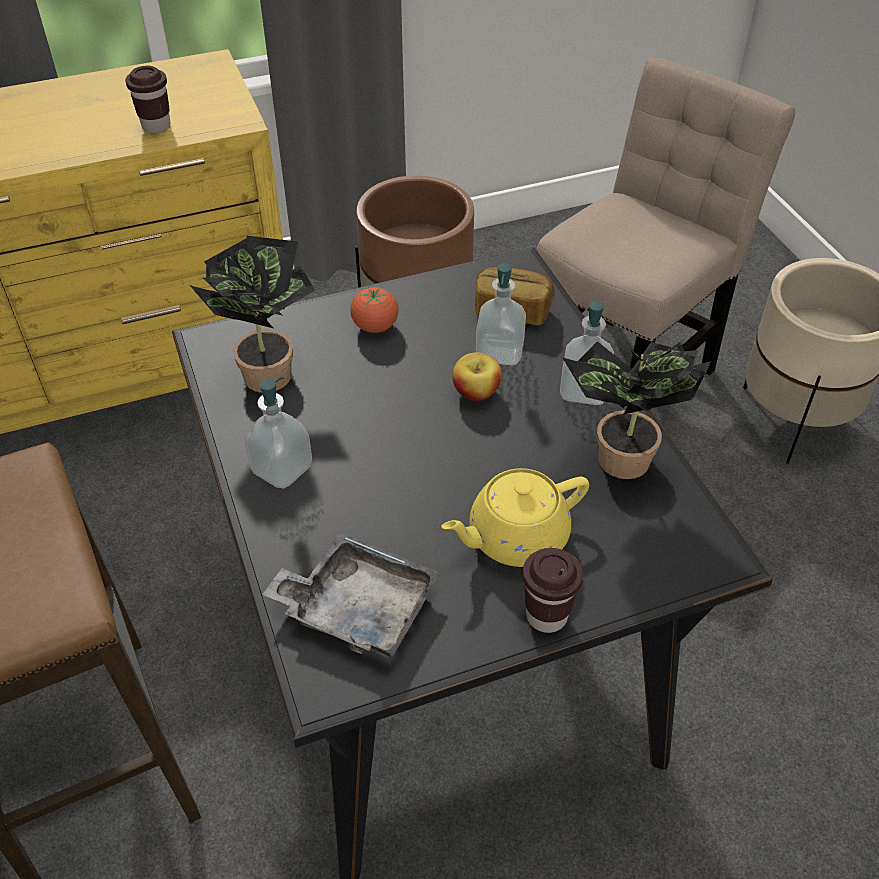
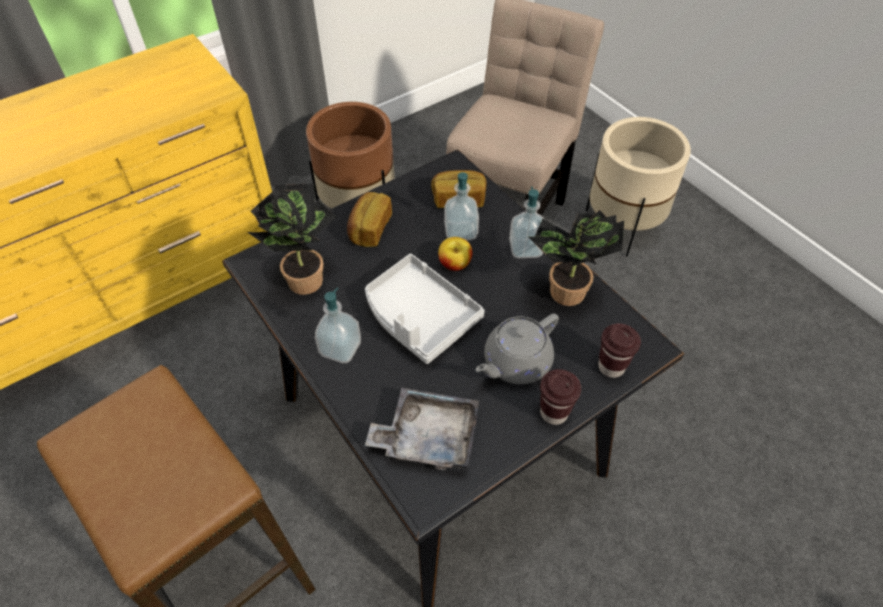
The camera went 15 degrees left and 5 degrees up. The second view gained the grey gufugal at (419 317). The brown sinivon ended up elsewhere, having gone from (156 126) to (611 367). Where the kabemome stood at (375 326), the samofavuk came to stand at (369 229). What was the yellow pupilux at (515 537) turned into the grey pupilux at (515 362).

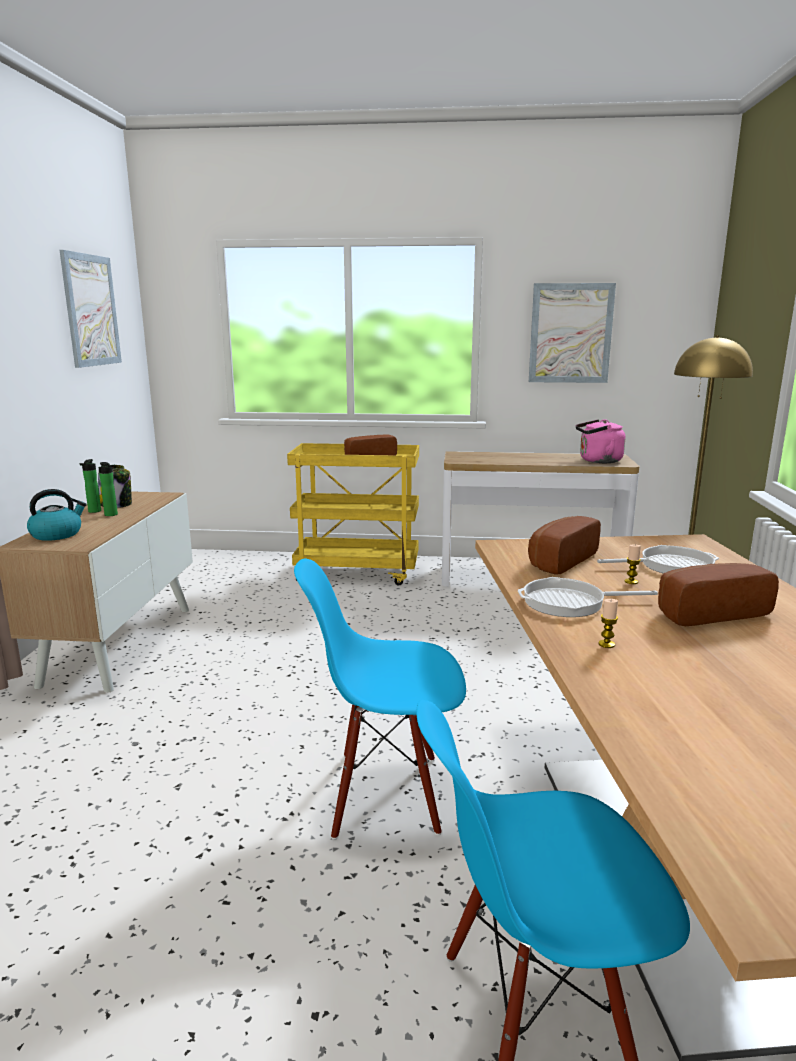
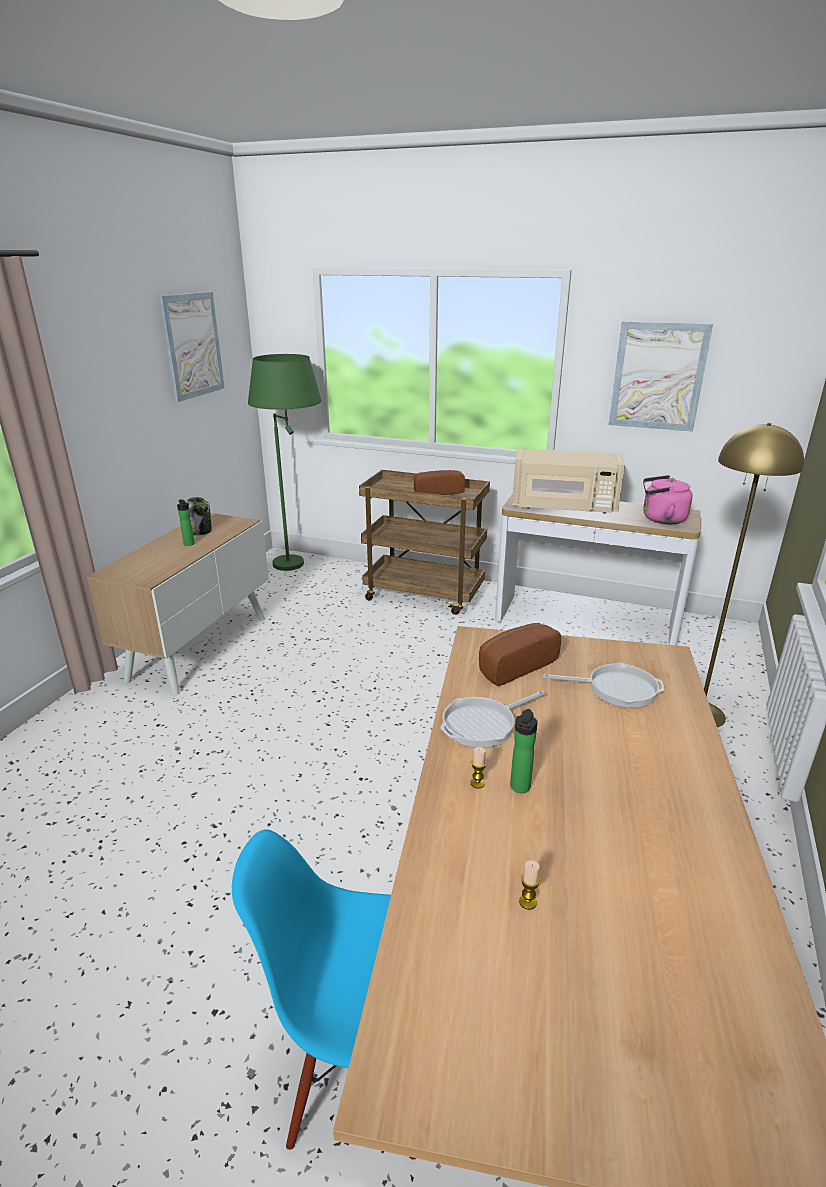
The camera went 15 degrees right and 10 degrees up. The second view lost the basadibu at (57 534). The second view lost the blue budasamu at (386 793). The second view lost the samofavuk at (707 612). The second view gained the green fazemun at (299 569). The second view gained the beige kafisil at (564 507). The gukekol ended up elsewhere, having gone from (93 512) to (519 788). The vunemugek ended up elsewhere, having gone from (631 582) to (528 902). What was the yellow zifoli at (358 572) turned into the brown zifoli at (425 595). The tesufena at (569 603) ended up facing another way, 45 degrees counterclockwise from before.

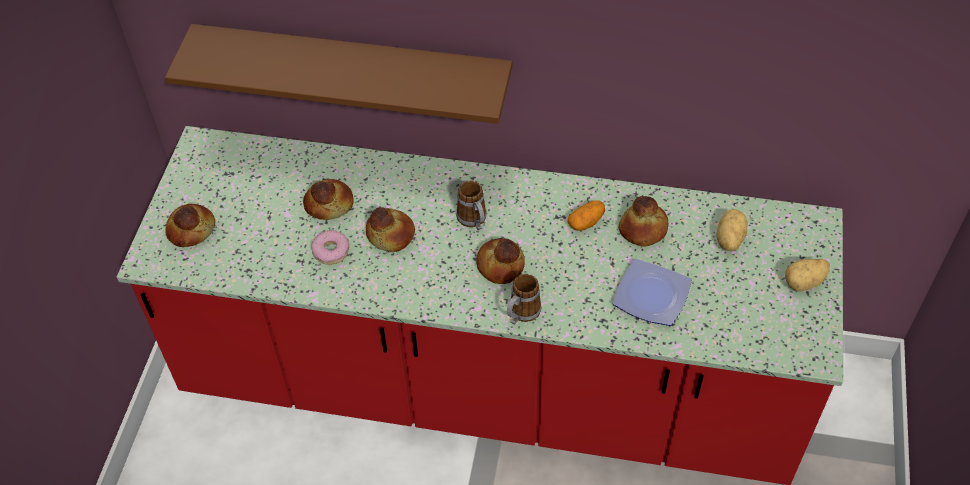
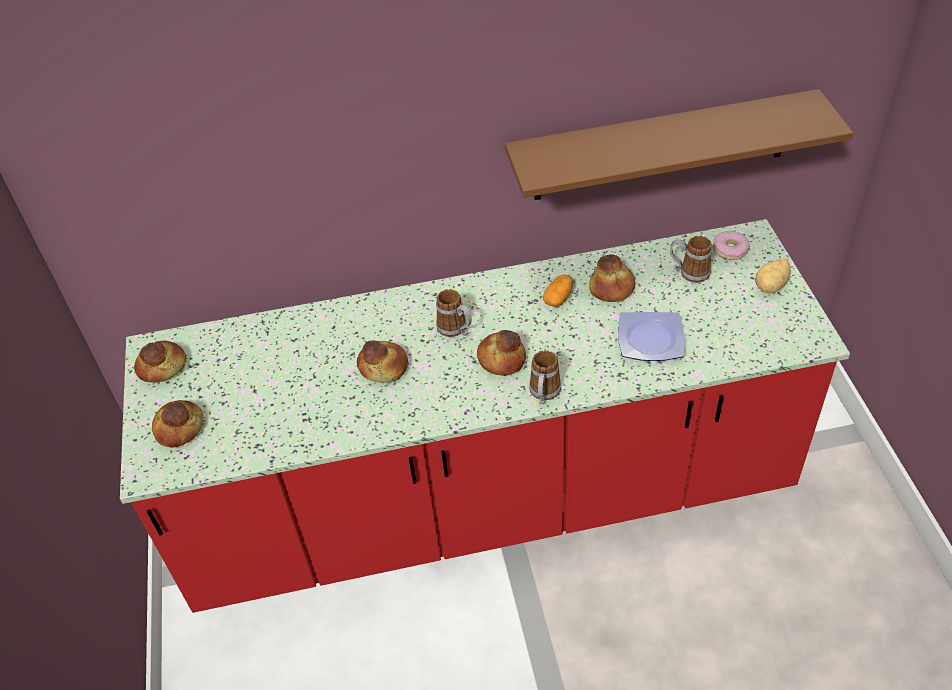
The camera went 20 degrees left and 5 degrees down. The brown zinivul ended up elsewhere, having gone from (353 69) to (661 146). The samofavuk ended up elsewhere, having gone from (329 204) to (162 366). The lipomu ended up elsewhere, having gone from (330 251) to (730 250). Where the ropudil stood at (728 239), the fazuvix came to stand at (688 272).

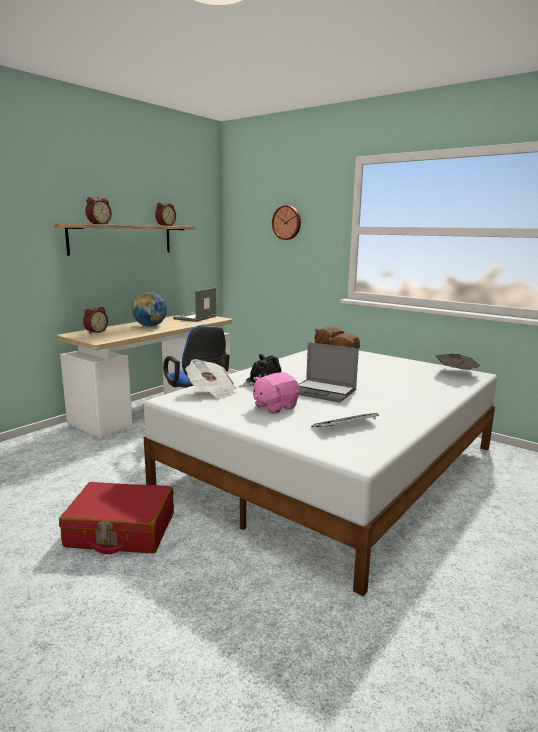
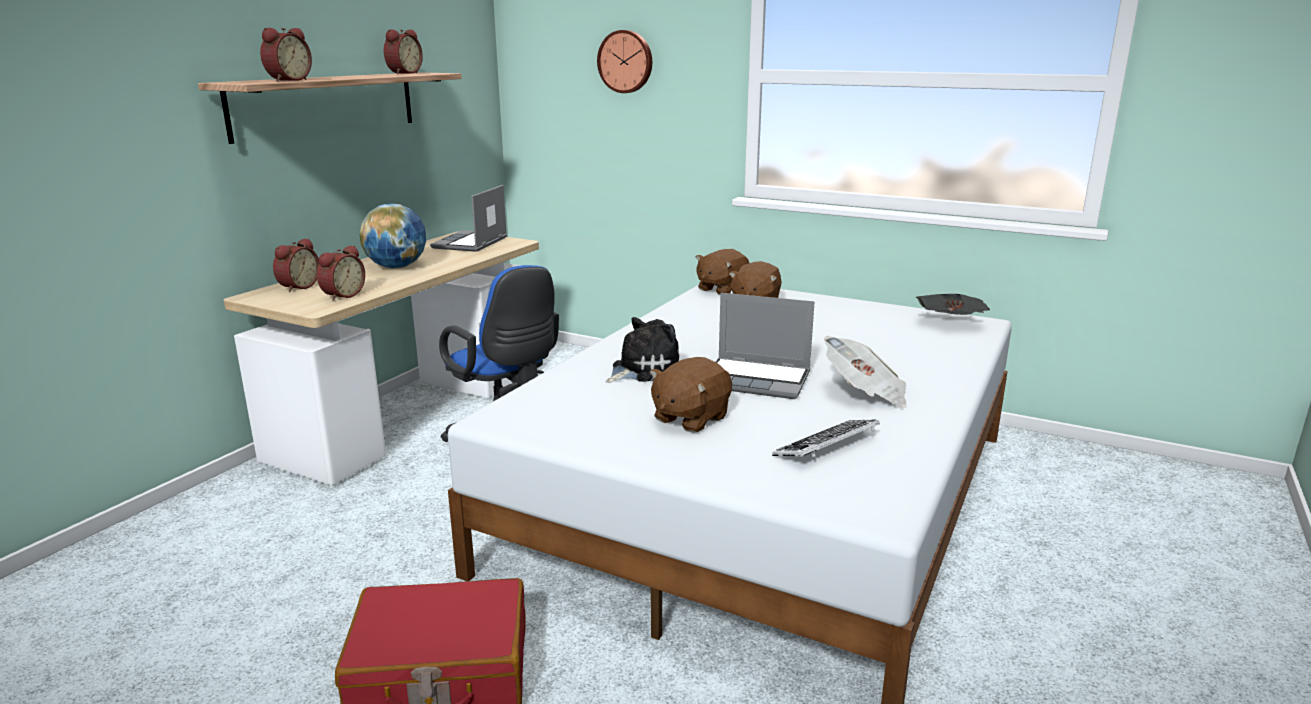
The camera went 10 degrees left and 5 degrees up. The second view gained the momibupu at (342 295). The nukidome ended up elsewhere, having gone from (211 392) to (865 393). What was the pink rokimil at (275 406) turned into the brown rokimil at (690 418).

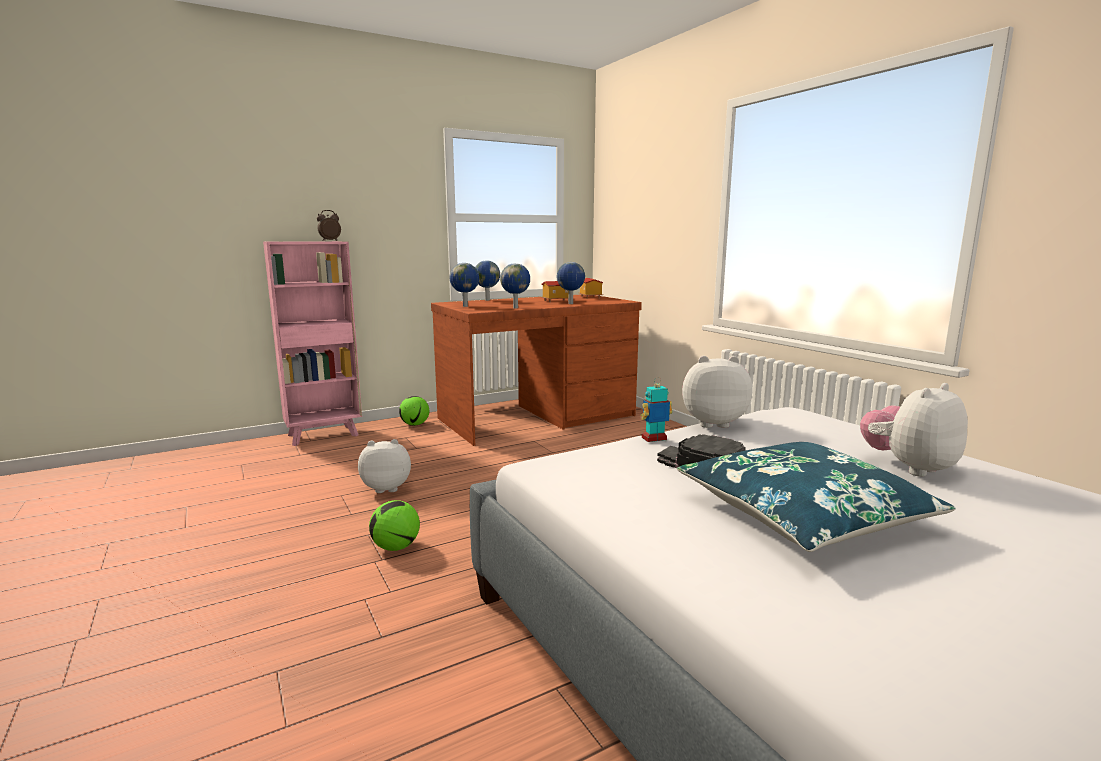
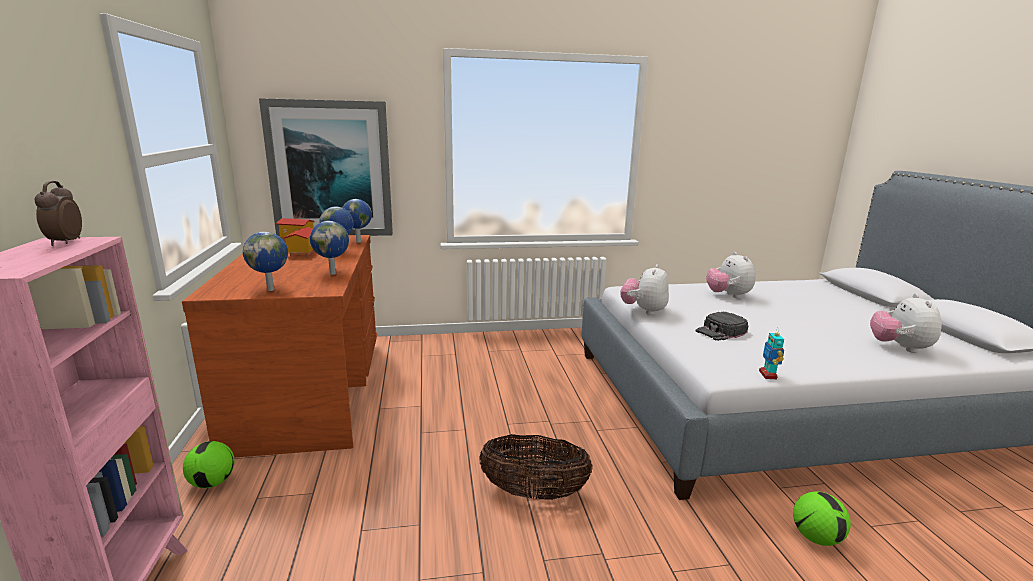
The camera went 70 degrees left and 5 degrees up. The second view lost the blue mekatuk at (803 514). The second view gained the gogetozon at (331 169). The second view gained the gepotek at (534 493). The rokimil ended up elsewhere, having gone from (387 488) to (899 348). The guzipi ended up elsewhere, having gone from (395 547) to (816 538). The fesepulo ended up elsewhere, having gone from (487 300) to (358 242). The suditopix ended up elsewhere, having gone from (654 439) to (768 375).

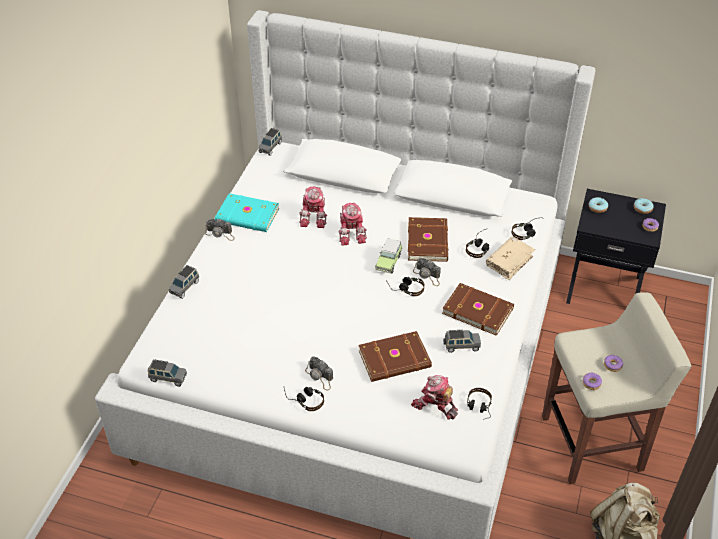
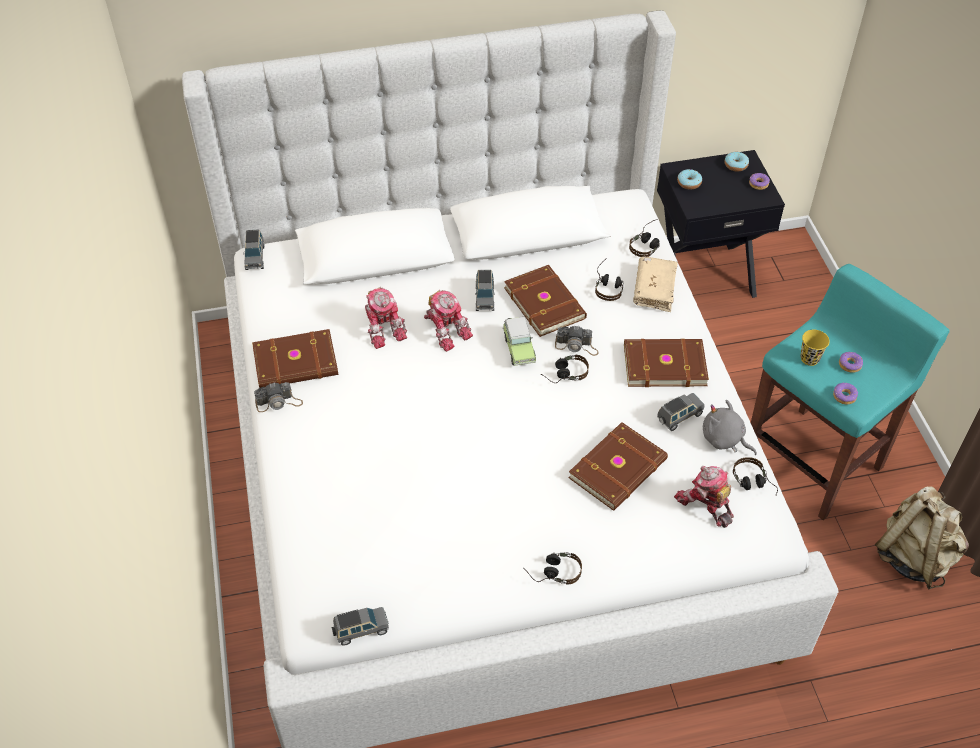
The camera went 30 degrees left and 5 degrees up. The second view lost the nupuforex at (320 376). The second view gained the grey rokimil at (724 439). The second view gained the yellow sinivon at (809 358). The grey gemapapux ended up elsewhere, having gone from (185 287) to (484 297). What was the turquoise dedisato at (247 216) turned into the brown dedisato at (296 363). What was the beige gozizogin at (593 443) turned into the turquoise gozizogin at (814 461). The suditopix at (434 405) ended up facing another way, 45 degrees clockwise from before.

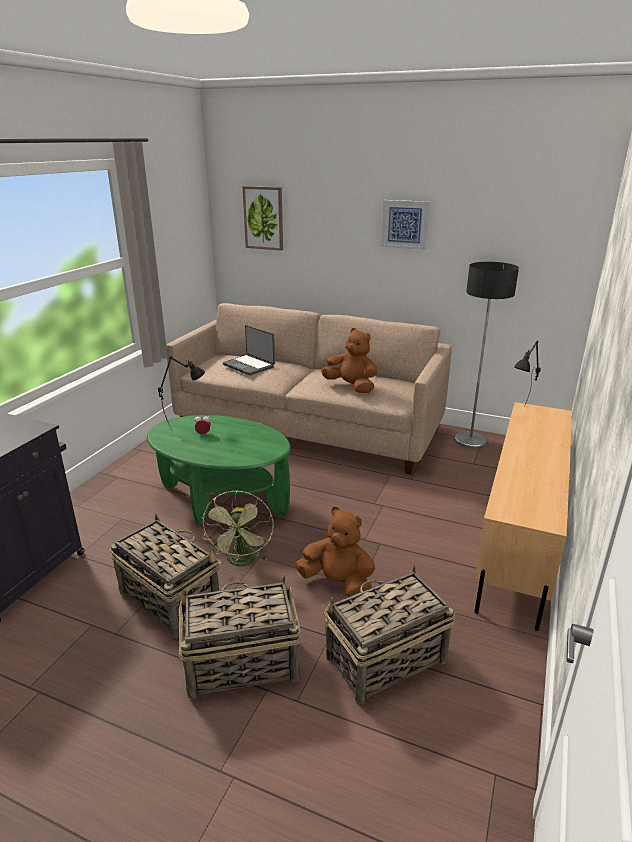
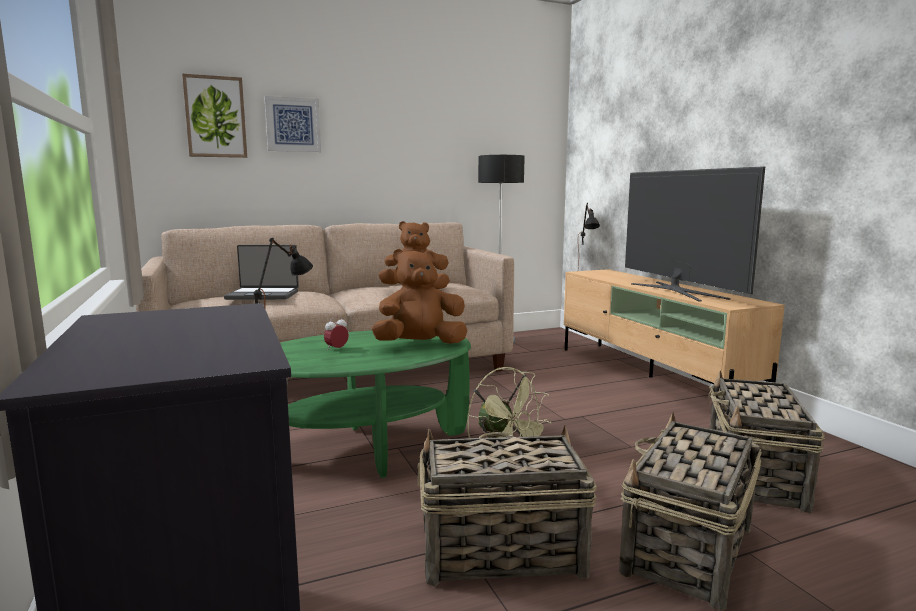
The camera went 45 degrees left and 15 degrees down. The second view gained the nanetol at (677 291). The brown rokimil ended up elsewhere, having gone from (337 582) to (420 345). The gogetozon ended up elsewhere, having gone from (405 224) to (293 124).

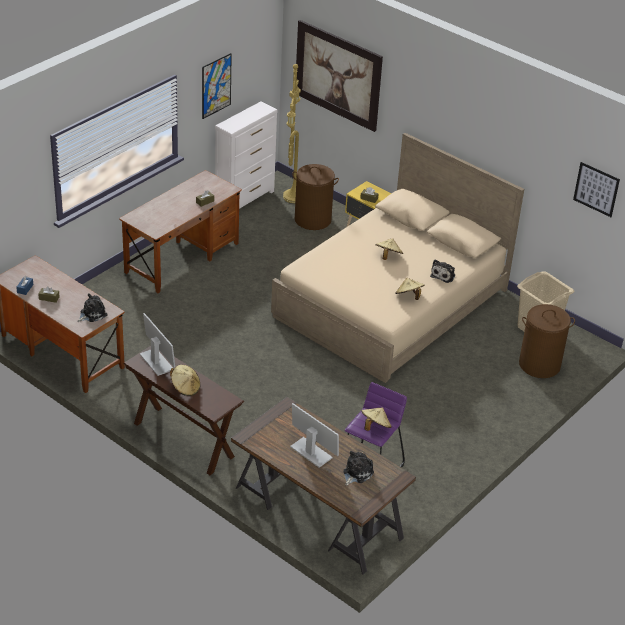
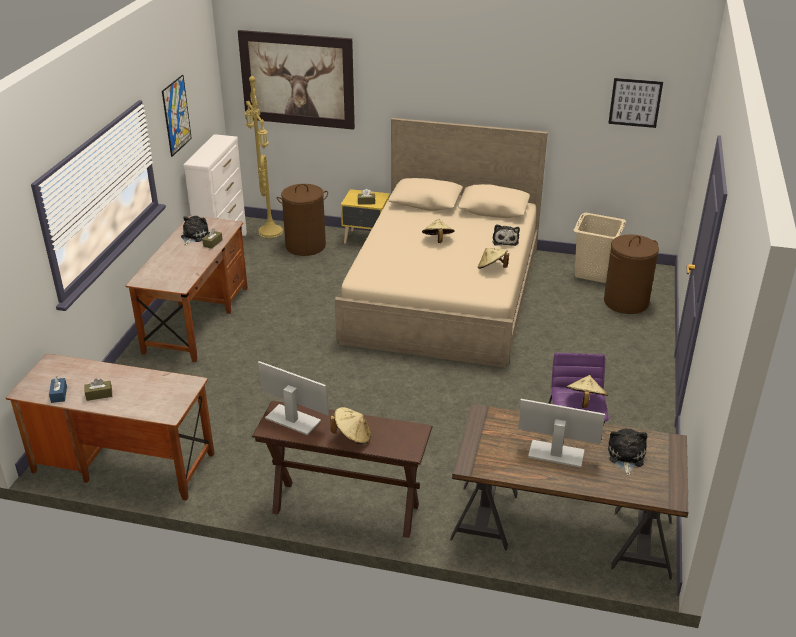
The camera went 25 degrees left and 5 degrees down. The rokimil ended up elsewhere, having gone from (92 314) to (194 236).

